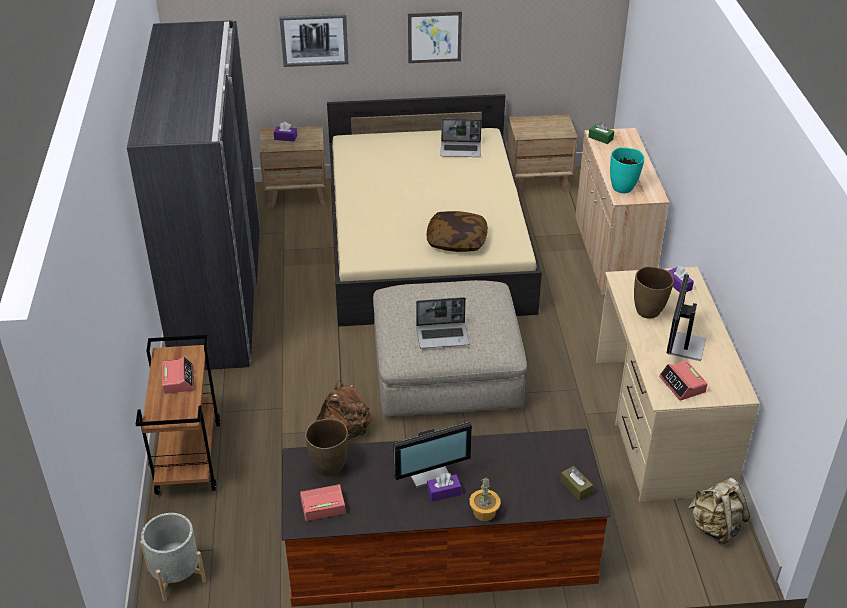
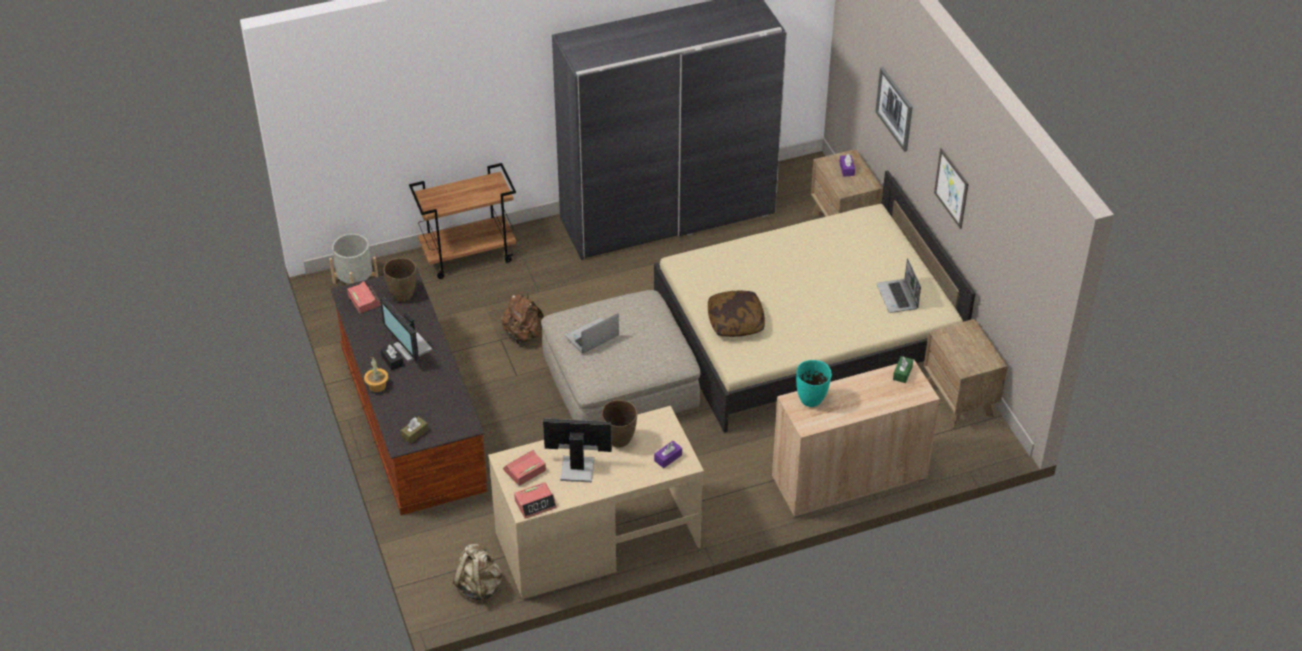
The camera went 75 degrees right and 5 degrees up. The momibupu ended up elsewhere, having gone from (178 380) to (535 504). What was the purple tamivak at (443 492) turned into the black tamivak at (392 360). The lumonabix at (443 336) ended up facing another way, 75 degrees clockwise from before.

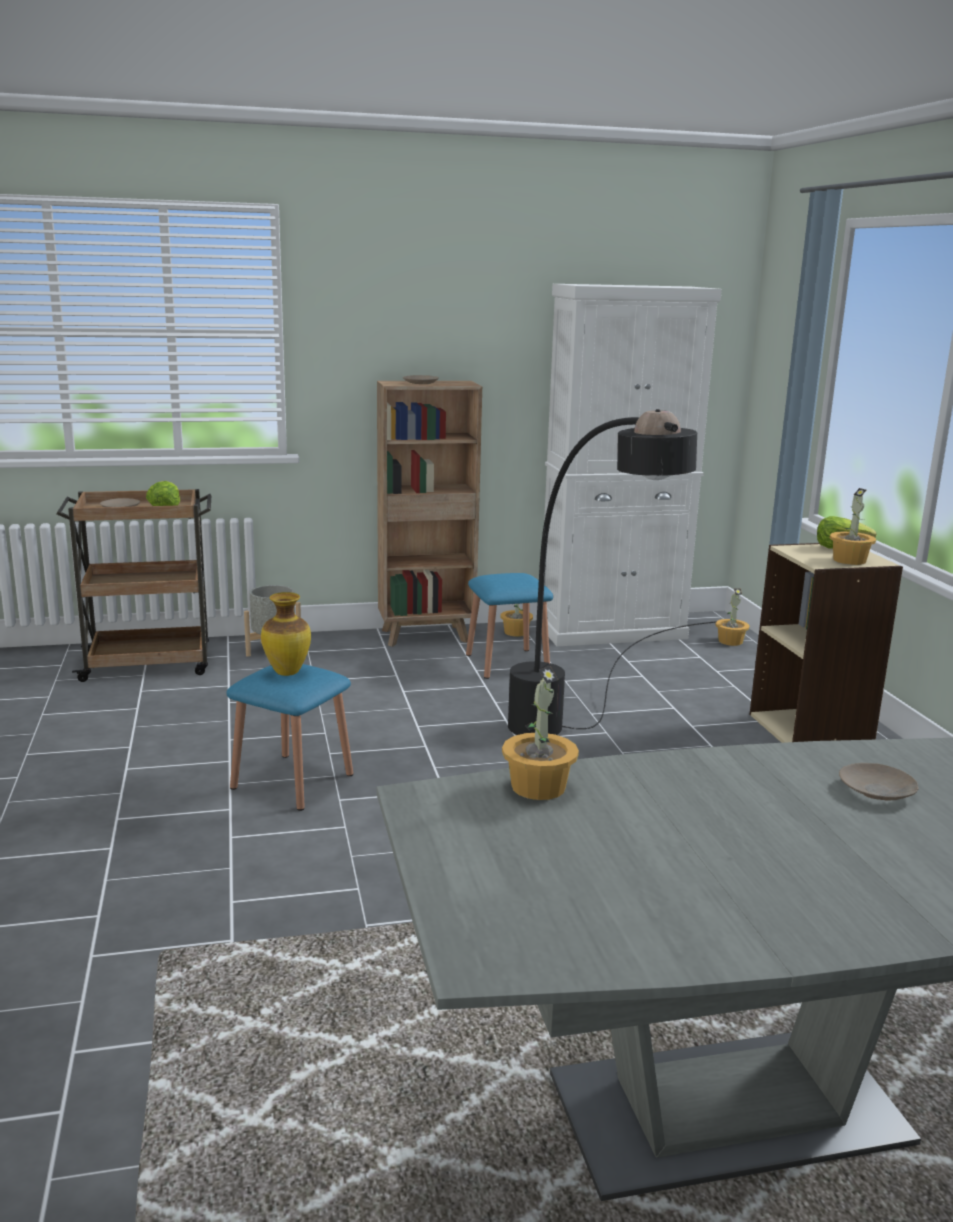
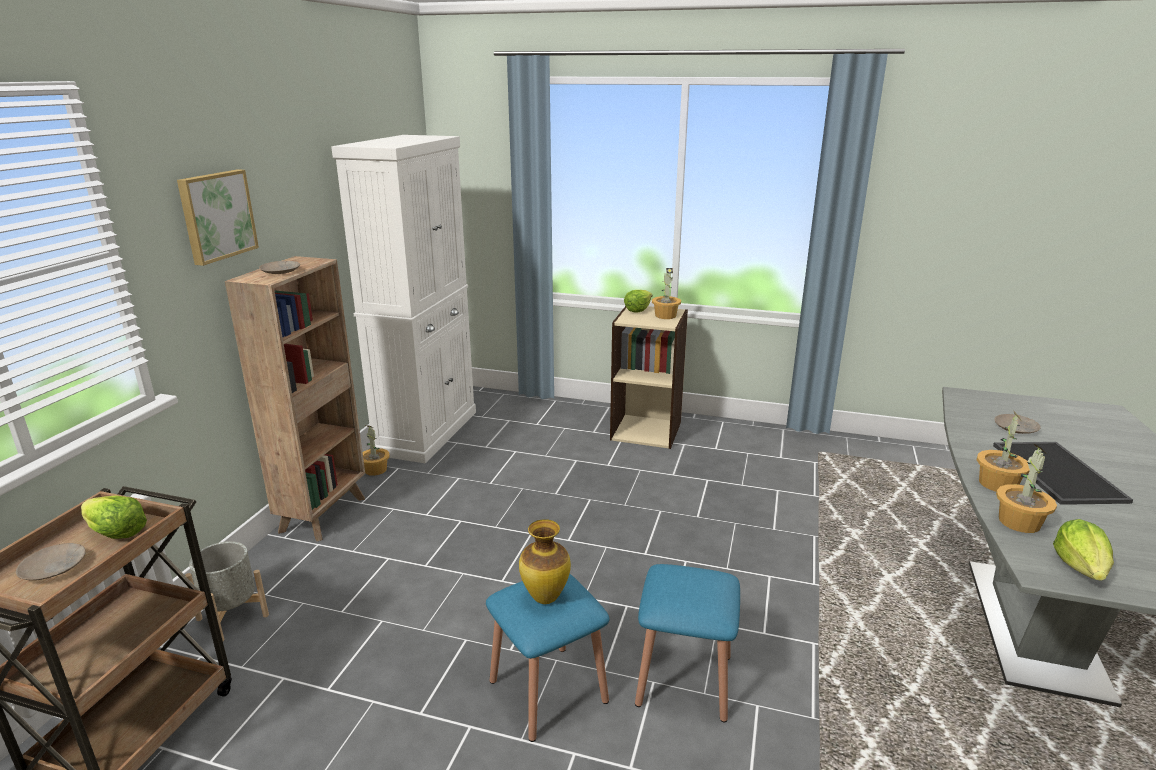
The camera went 60 degrees left and 5 degrees up. The second view lost the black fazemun at (591 751). The second view gained the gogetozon at (216 215). The second view gained the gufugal at (1054 472). The second view gained the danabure at (1081 568). The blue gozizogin ended up elsewhere, having gone from (507 663) to (684 680). The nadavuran ended up elsewhere, having gone from (730 641) to (997 484).

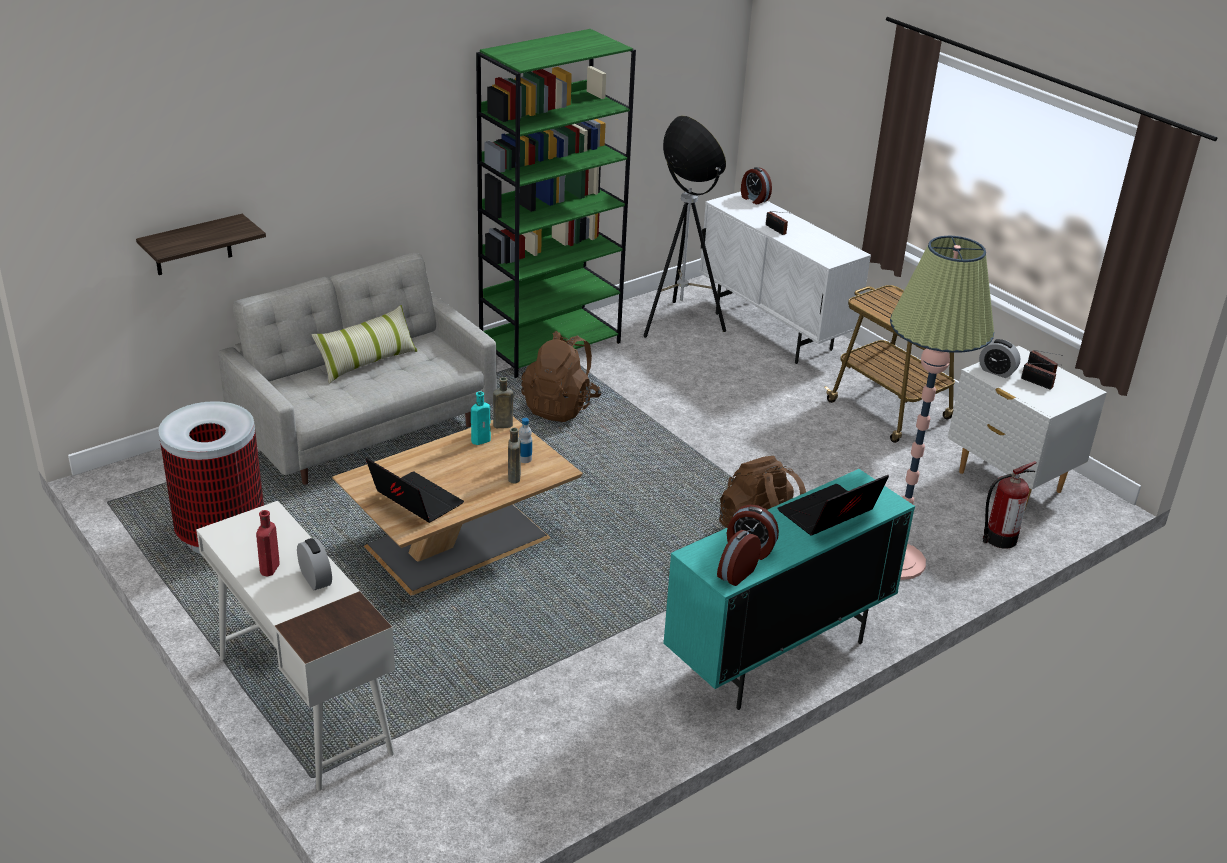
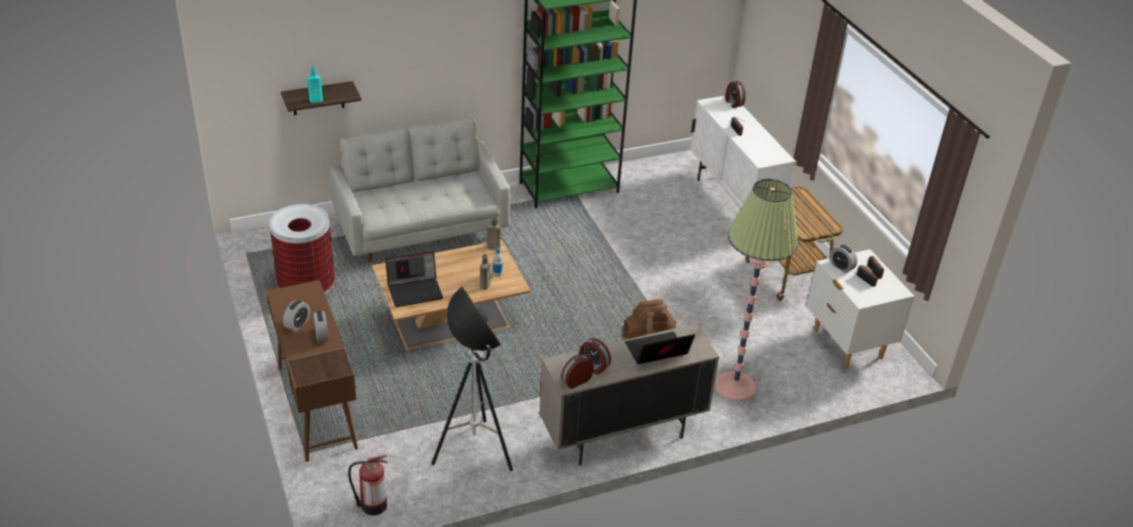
The camera went 15 degrees right and 5 degrees up. The second view lost the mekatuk at (367 362). The second view lost the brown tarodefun at (560 407). The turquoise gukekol ended up elsewhere, having gone from (482 440) to (317 100). The fazemun ended up elsewhere, having gone from (678 324) to (473 452). The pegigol ended up elsewhere, having gone from (999 539) to (372 505). Where the red gukekol stood at (269 569), the momibupu came to stand at (297 324). What was the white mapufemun at (303 703) turned into the brown mapufemun at (316 406). What was the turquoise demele at (778 656) turned into the beige demele at (622 436). The lumonabix at (414 501) ended up facing another way, 105 degrees clockwise from before.

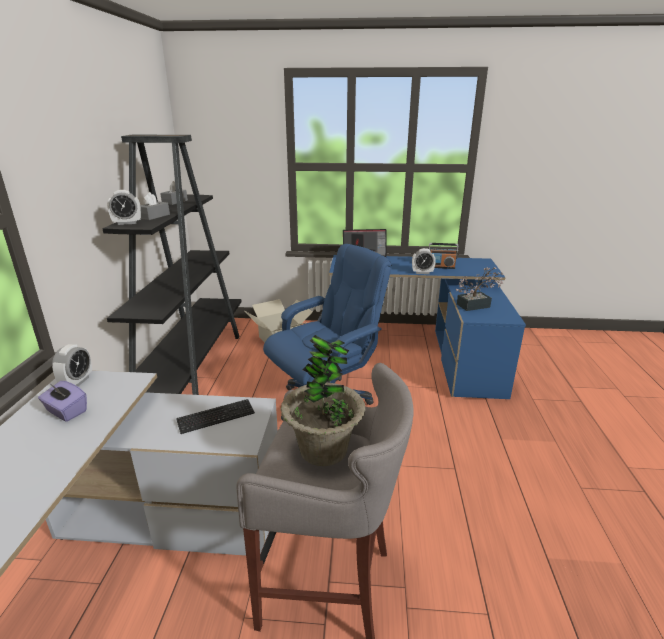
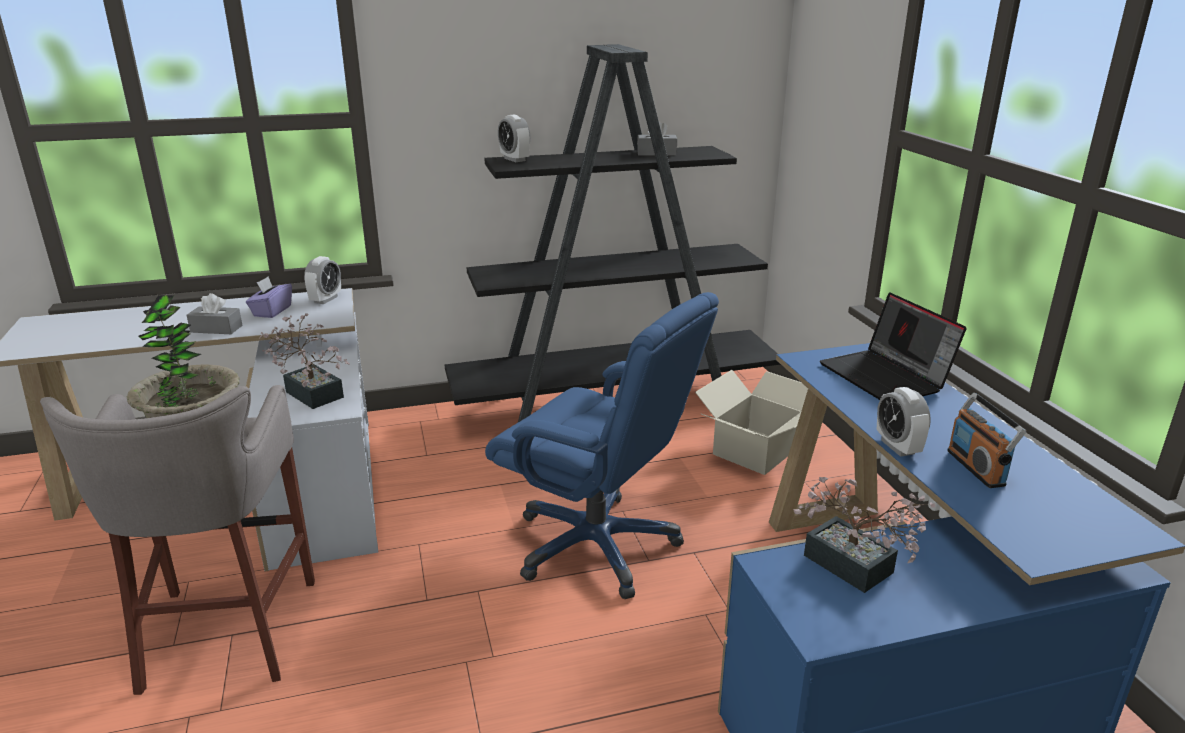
The camera went 70 degrees right and 0 degrees up. The grey tamivak ended up elsewhere, having gone from (154 216) to (216 329). Where the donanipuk stood at (216 417), the nadavuran came to stand at (311 392). The momibupu at (77 382) ended up facing another way, 60 degrees counterclockwise from before.

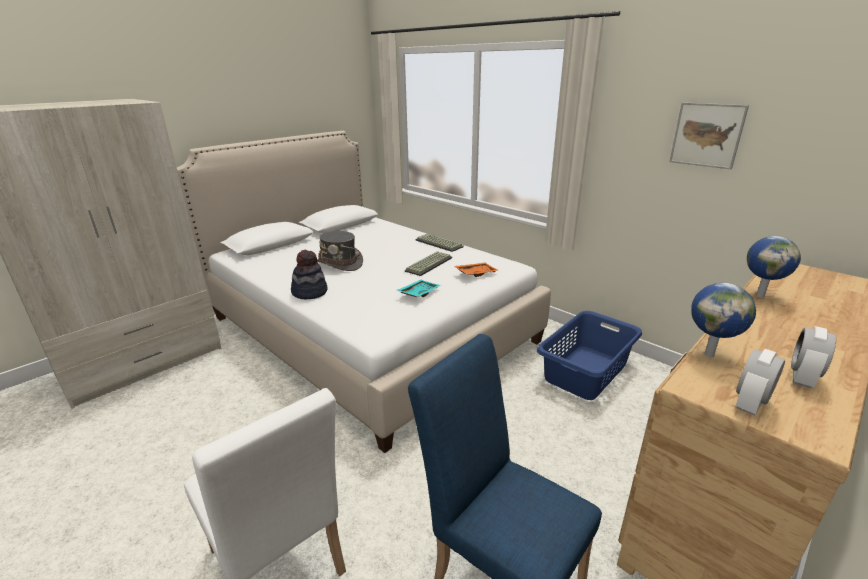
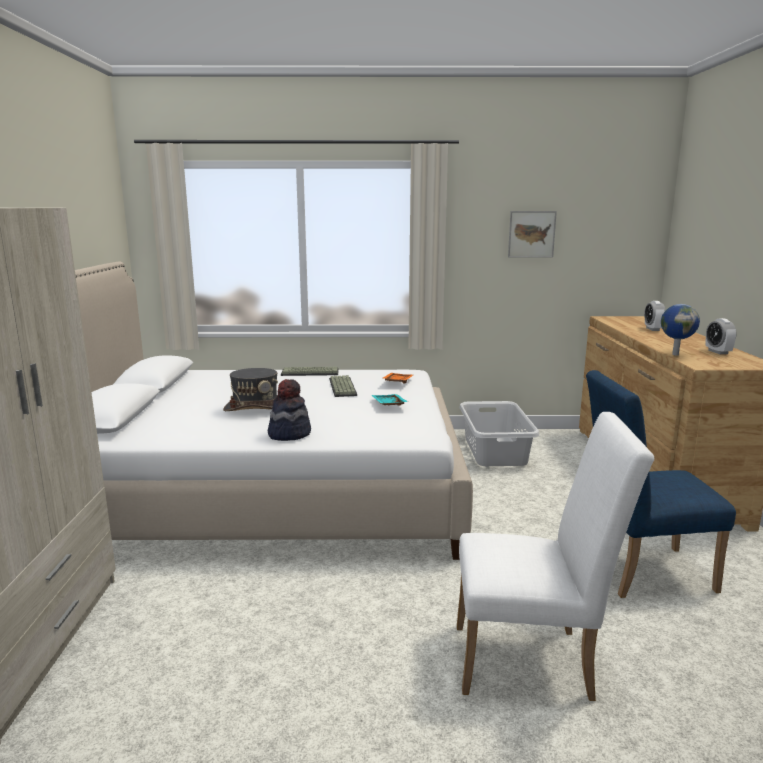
The camera went 45 degrees left and 10 degrees down. The second view lost the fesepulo at (760 295). The momibupu ended up elsewhere, having gone from (750 404) to (652 329). What was the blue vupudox at (586 371) turned into the grey vupudox at (495 450).

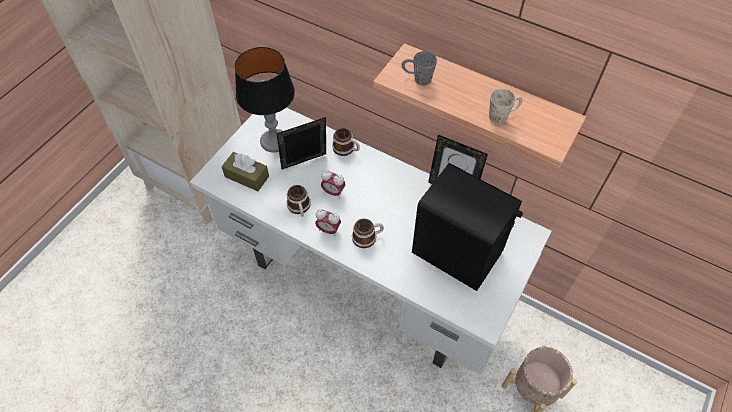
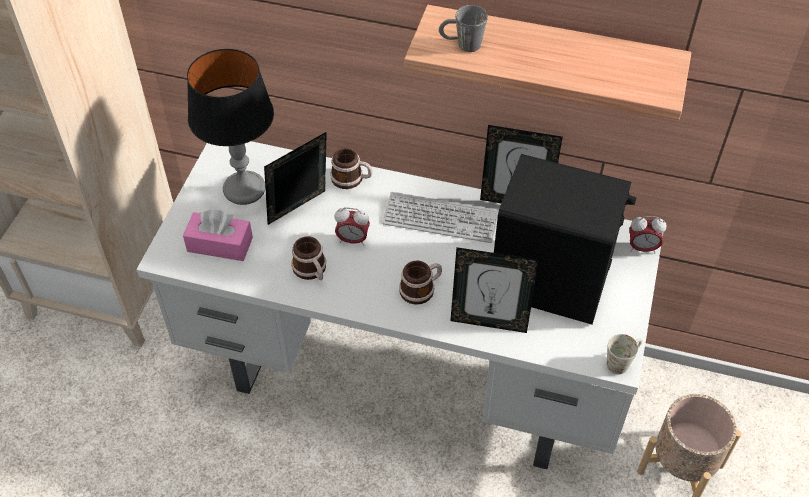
The camera went 15 degrees left and 5 degrees down. The second view gained the donanipuk at (440 219). The second view gained the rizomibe at (489 321). The momibupu ended up elsewhere, having gone from (328 230) to (642 248). The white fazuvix ended up elsewhere, having gone from (503 115) to (622 361). What was the brown tamivak at (247 176) turned into the pink tamivak at (220 244).

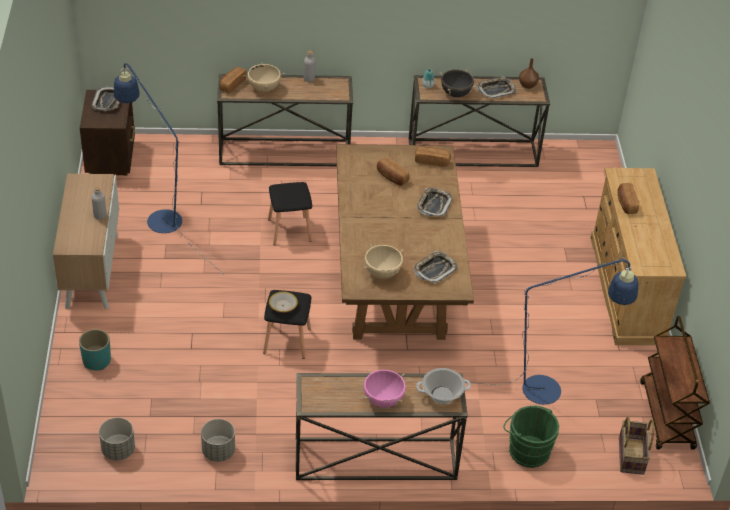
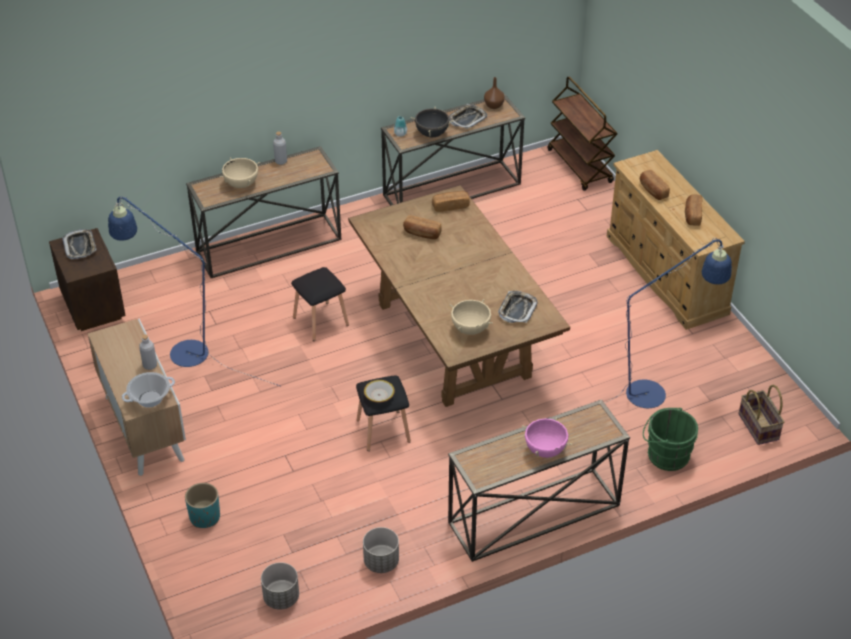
The camera went 20 degrees left and 0 degrees up. The second view lost the gufugal at (434 205). The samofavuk ended up elsewhere, having gone from (232 84) to (692 215). The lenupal ended up elsewhere, having gone from (442 395) to (150 399). The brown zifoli ended up elsewhere, having gone from (667 416) to (580 166).

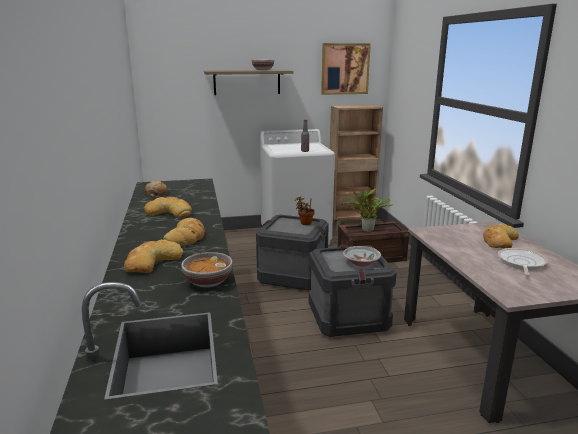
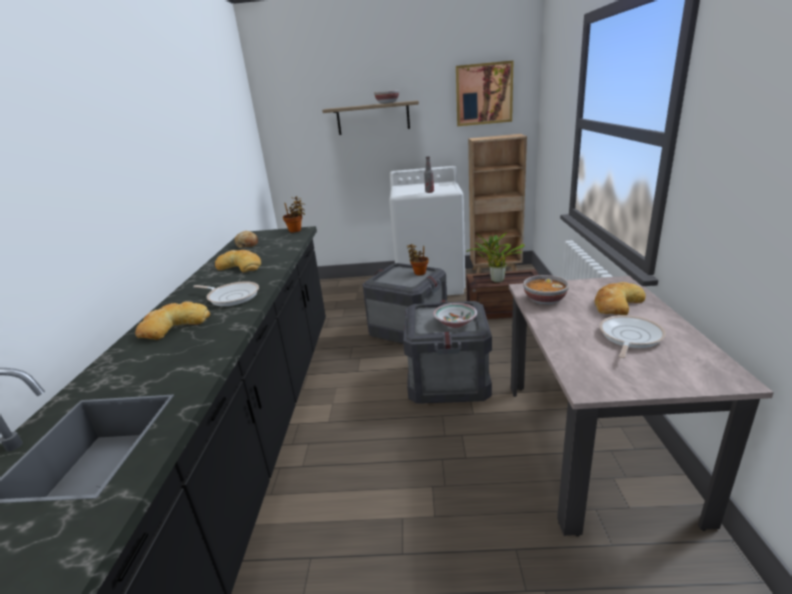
The camera went 15 degrees right and 5 degrees up. The second view gained the nadavuran at (296 230). The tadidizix ended up elsewhere, having gone from (207 282) to (544 300). Where the samofavuk stood at (186 237), the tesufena came to stand at (232 296).

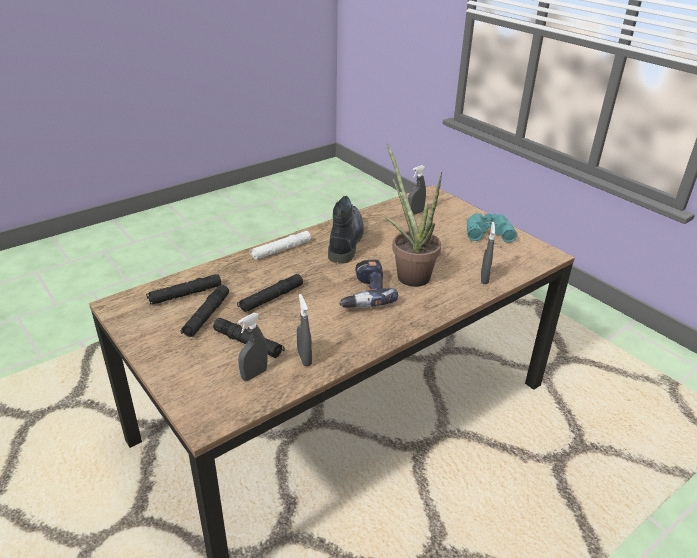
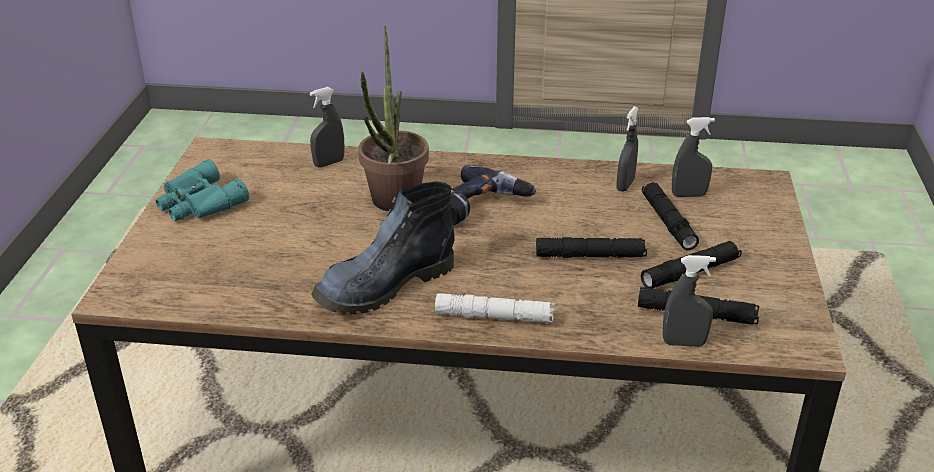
The camera went 135 degrees left and 0 degrees up. The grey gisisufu ended up elsewhere, having gone from (415 213) to (684 343).

